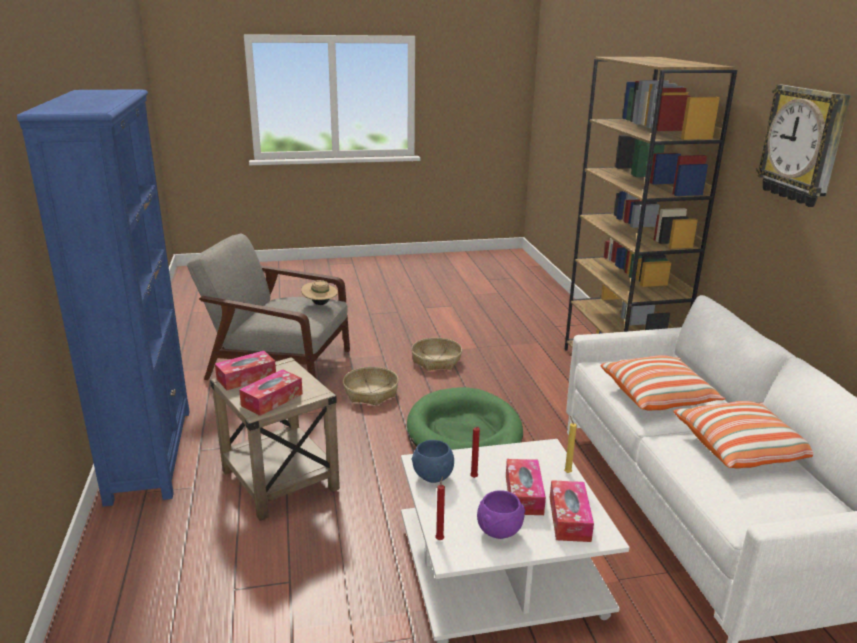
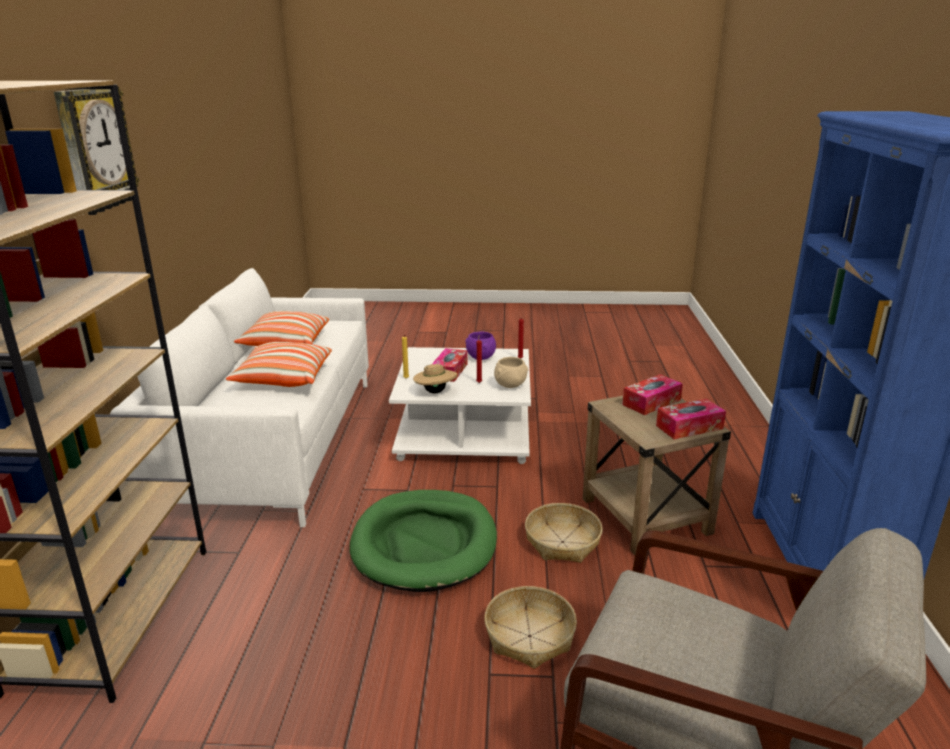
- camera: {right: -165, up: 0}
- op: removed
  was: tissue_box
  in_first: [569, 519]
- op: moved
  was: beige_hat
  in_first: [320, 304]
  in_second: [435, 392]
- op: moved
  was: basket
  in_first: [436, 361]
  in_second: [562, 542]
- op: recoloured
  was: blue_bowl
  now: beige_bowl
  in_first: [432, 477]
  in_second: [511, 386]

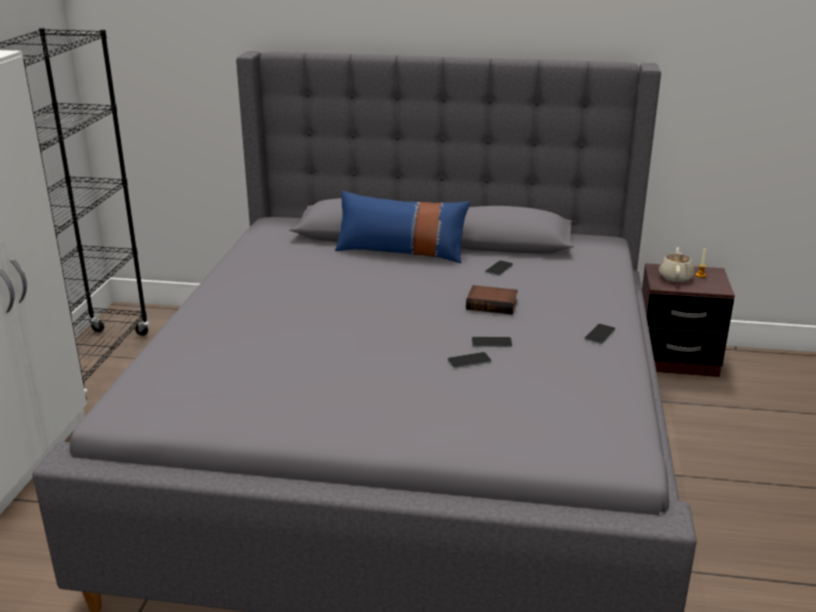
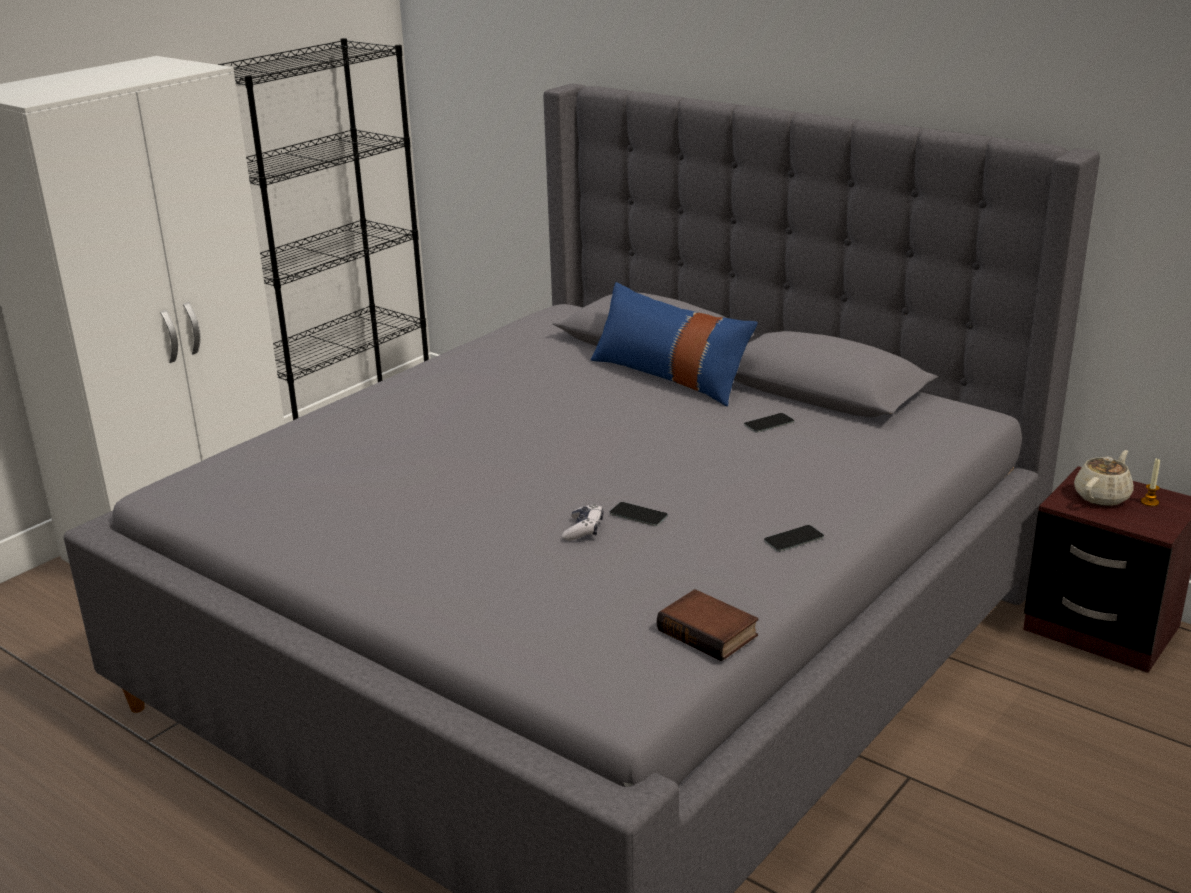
- camera: {right: 30, up: 0}
- op: moved
  was: book
  in_first: [492, 304]
  in_second: [710, 632]
- op: replaced
  was: phone
  now: game_controller
  in_first: [469, 360]
  in_second: [583, 530]

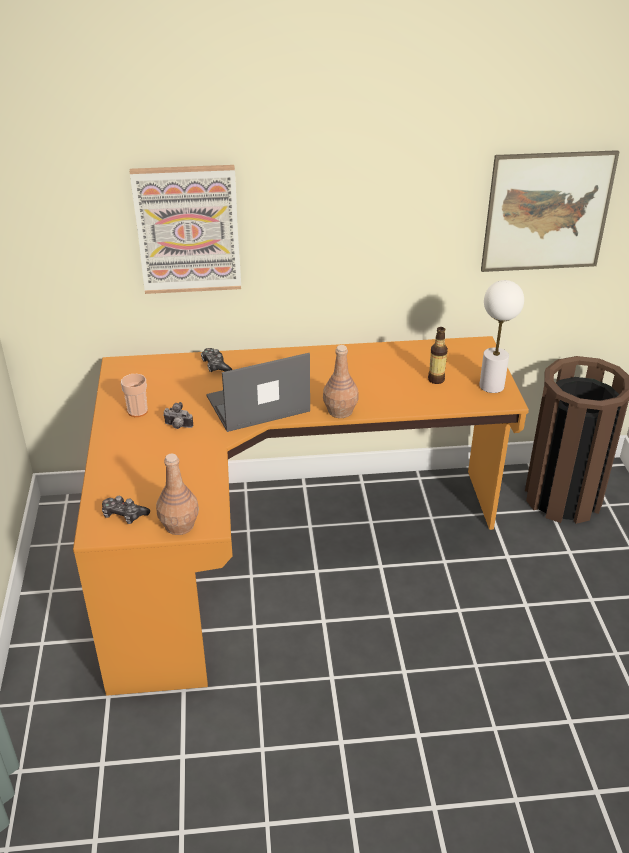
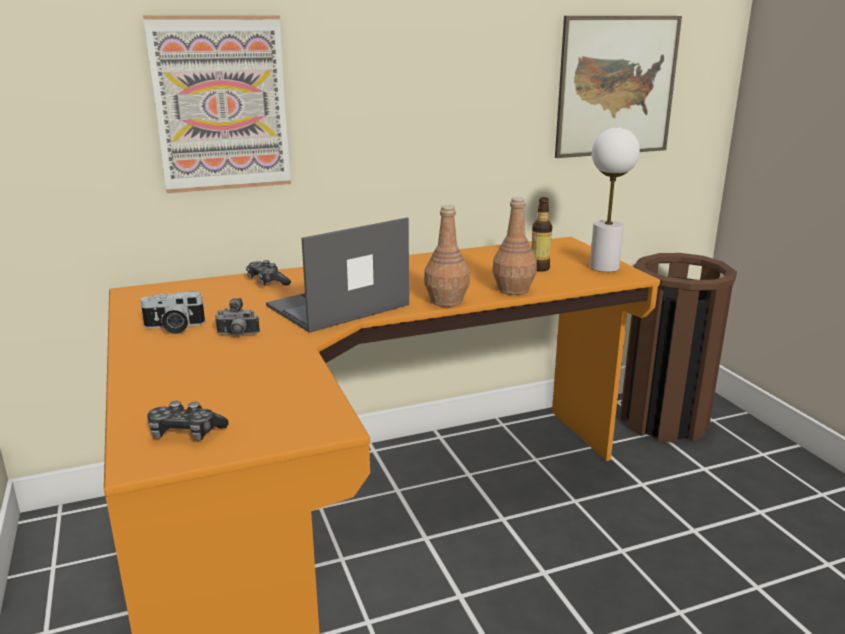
- camera: {right: -15, up: -15}
- op: moved
  was: brown_bottle
  in_first: [179, 525]
  in_second: [512, 290]
- op: replaced
  was: cup
  now: photo_camera
  in_first: [137, 411]
  in_second: [174, 327]

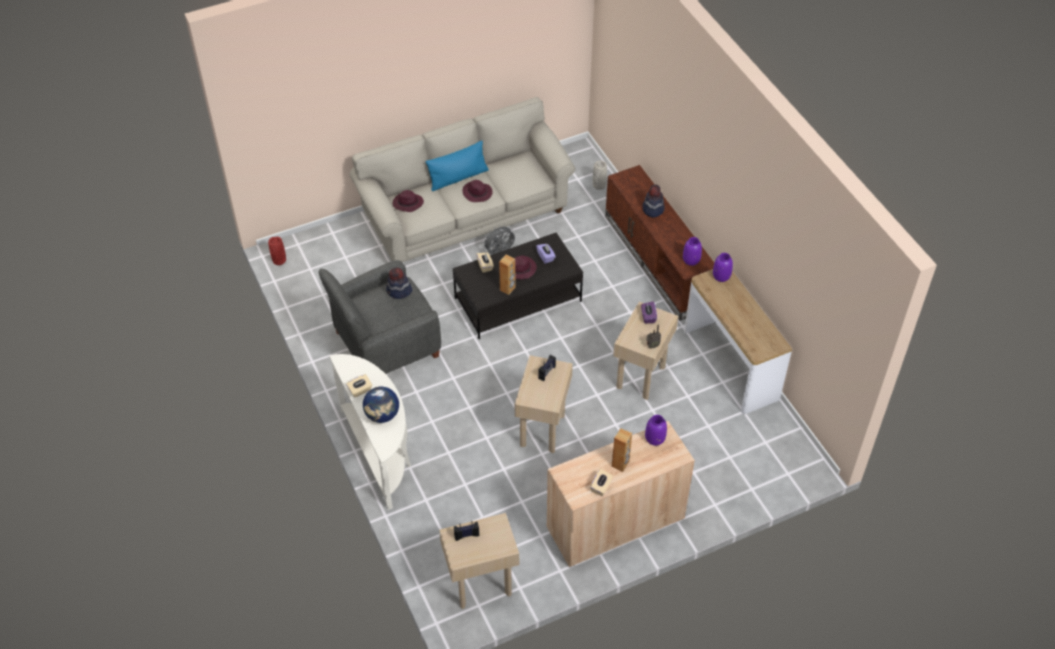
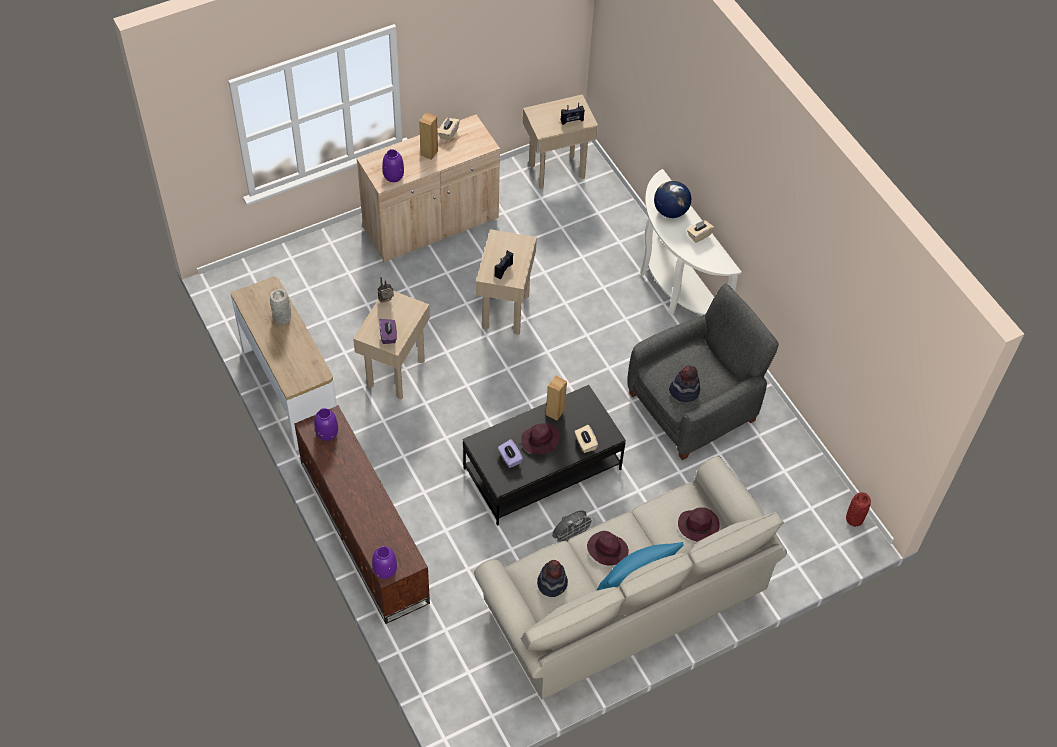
- camera: {right: 175, up: 5}
- op: moved
  was: grey_vase
  in_first: [599, 185]
  in_second: [282, 317]
- op: moved
  was: hat
  in_first: [653, 209]
  in_second: [552, 583]
- op: moved
  was: purple_vase
  in_first: [721, 276]
  in_second: [385, 570]

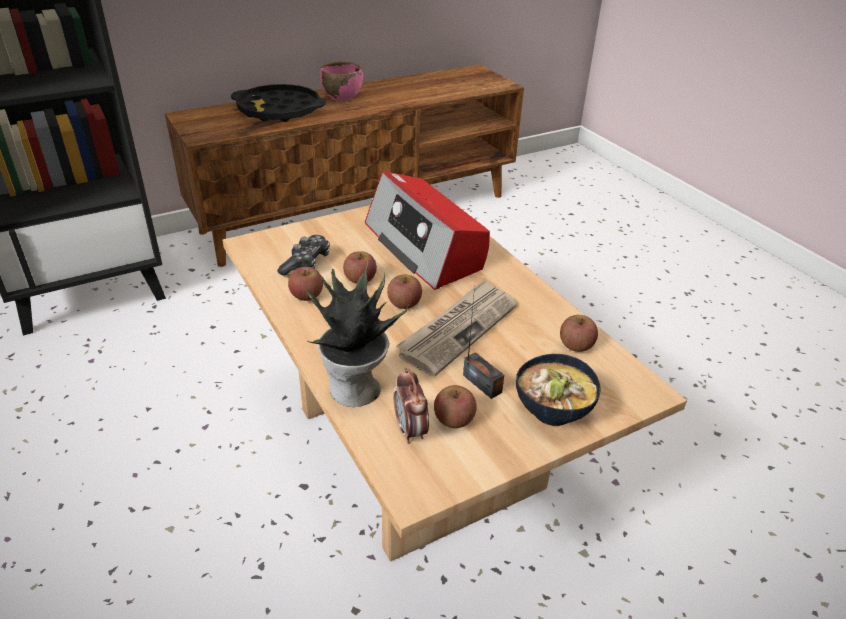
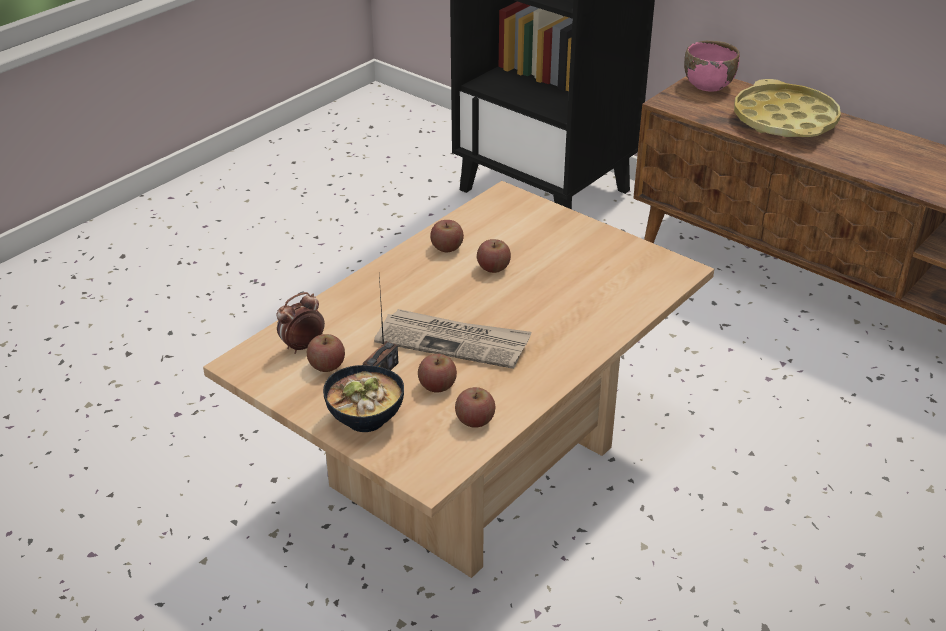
- camera: {right: 70, up: 0}
- op: removed
  was: game_controller
  in_first: [306, 263]
- op: removed
  was: potted_plant
  in_first: [355, 391]
- op: removed
  was: radio
  in_first: [424, 247]
- op: moved
  was: pink_bowl
  in_first: [341, 96]
  in_second: [708, 84]
- op: moved
  was: apple
  in_first: [404, 303]
  in_second: [437, 386]
- op: recoloured
  was: black_tray
  now: yellow_tray
  in_first: [279, 110]
  in_second: [784, 120]

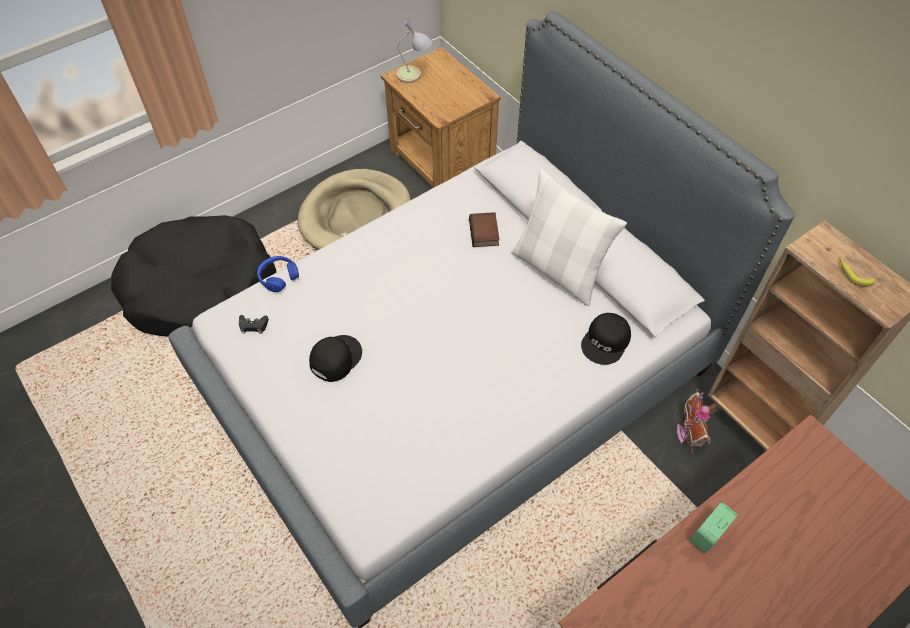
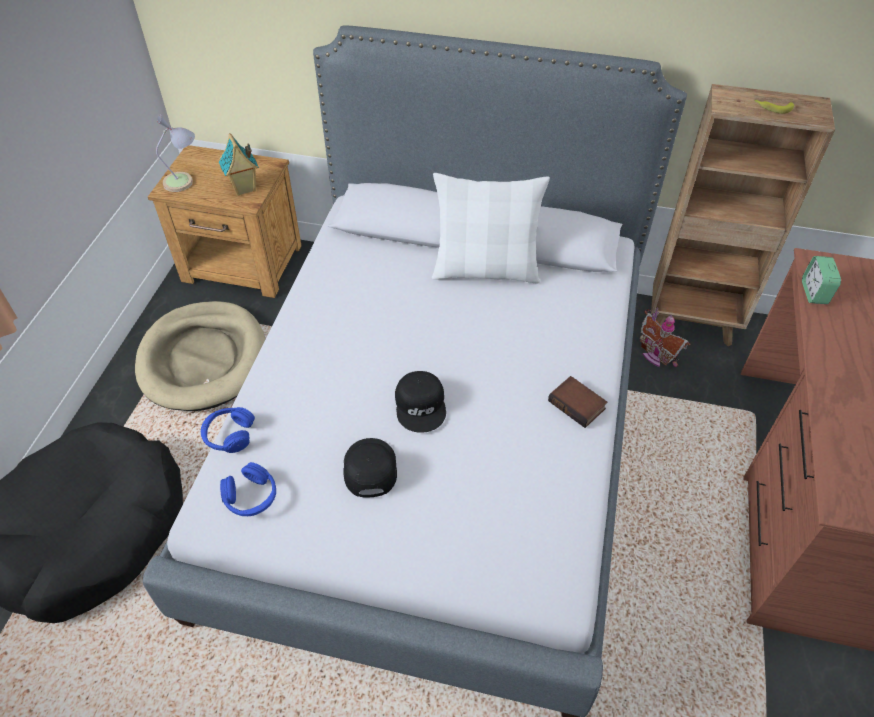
- camera: {right: -40, up: -5}
- op: added
  now: toy_house
  in_second: [244, 189]
- op: moved
  was: book
  in_first: [485, 233]
  in_second: [578, 404]
- op: moved
  was: black_cap
  in_first: [606, 342]
  in_second: [421, 405]
- op: moved
  was: alarm_clock
  in_first: [708, 534]
  in_second: [814, 293]
- op: replaced
  was: black_game_controller
  now: blue_headphones
  in_first: [253, 326]
  in_second: [251, 497]

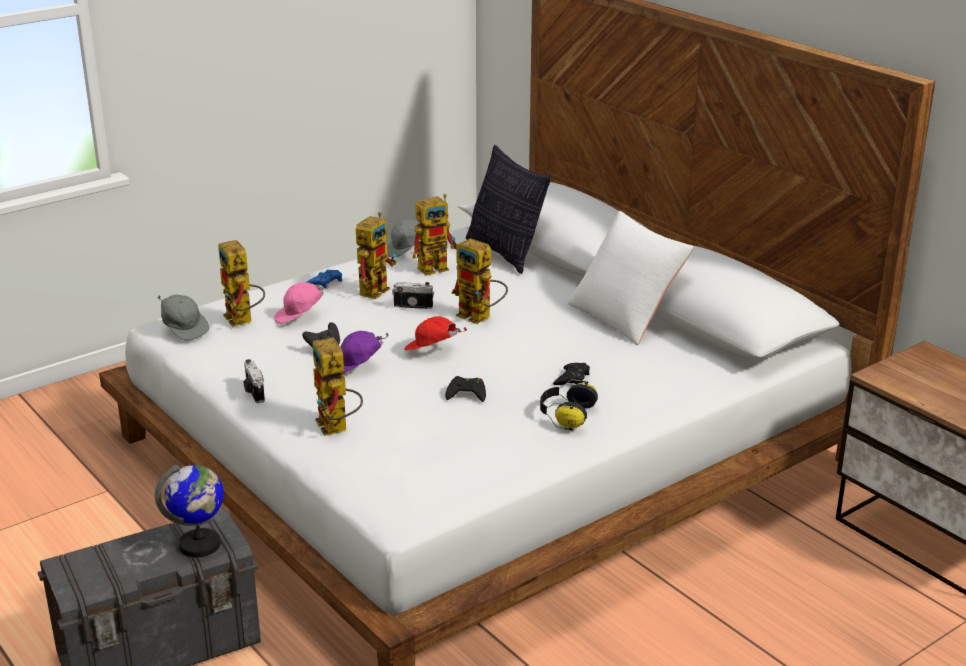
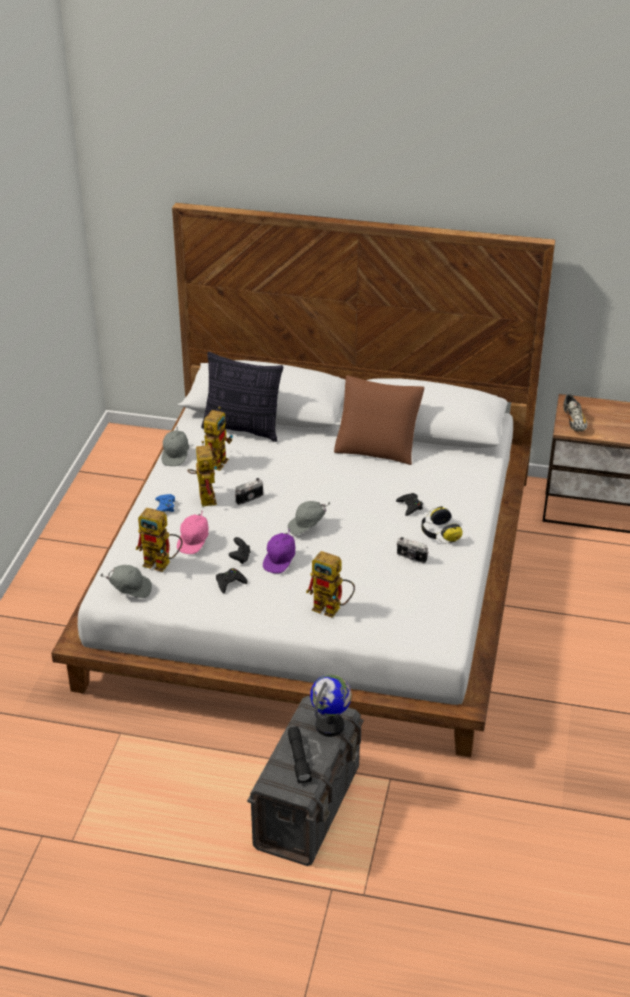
- camera: {right: -40, up: 10}
- op: removed
  was: toy_robot
  in_first: [480, 317]
- op: added
  now: black_flashlight
  in_second: [299, 760]
- op: added
  now: shoe
  in_second: [574, 422]
- op: moved
  was: photo_camera
  in_first: [254, 392]
  in_second: [411, 557]
- op: moved
  was: black_game_controller
  in_first: [466, 394]
  in_second: [230, 583]
- op: recoloured
  was: red_cap
  now: grey_cap
  in_first: [432, 350]
  in_second: [307, 526]
- op: recoloured
  was: white_pillow
  now: brown_pillow
  in_first: [626, 316]
  in_second: [377, 446]

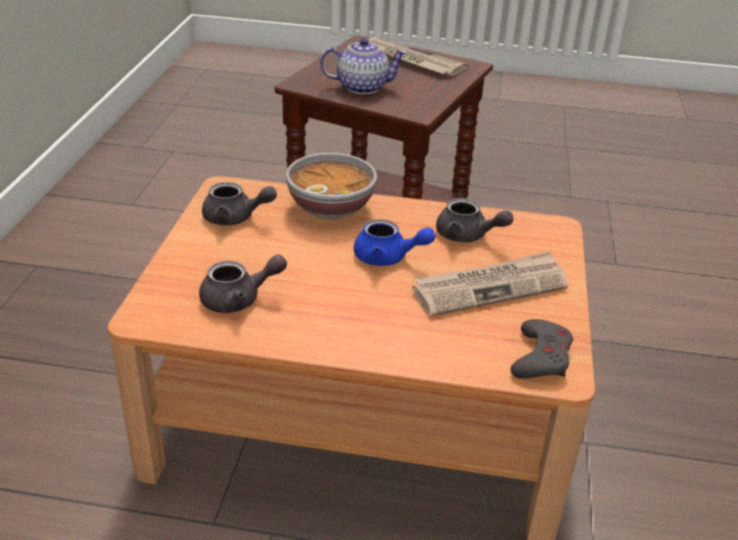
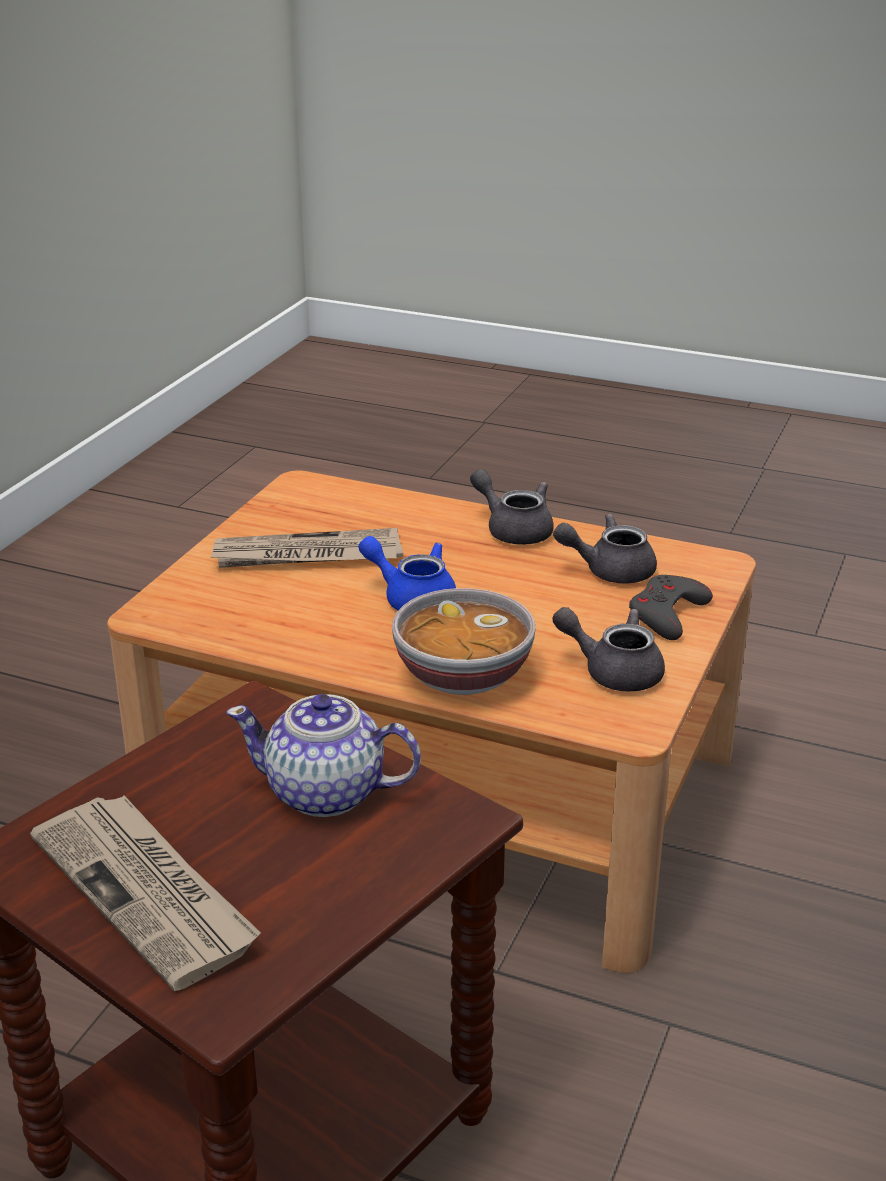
- camera: {right: -165, up: -5}
- op: moved
  was: grey_teapot
  in_first: [467, 236]
  in_second: [513, 529]
- op: moved
  was: grey_game_controller
  in_first: [541, 357]
  in_second: [667, 614]

